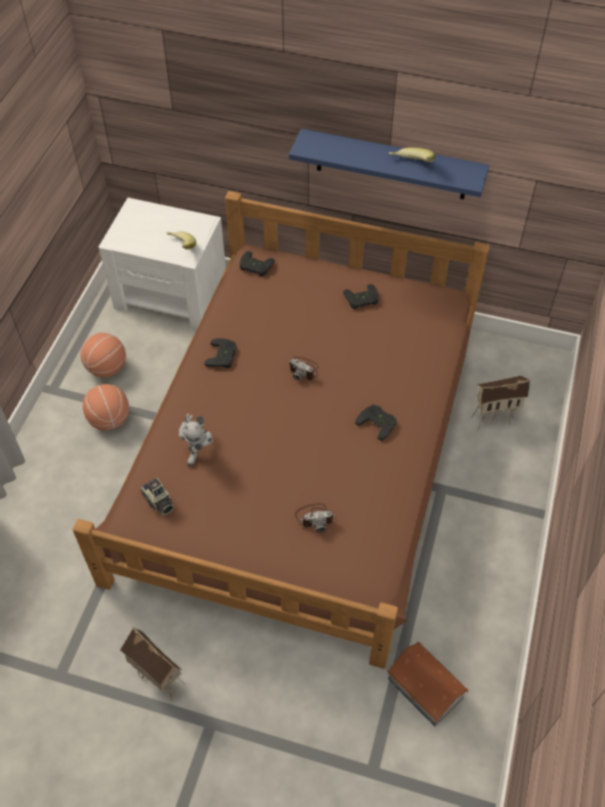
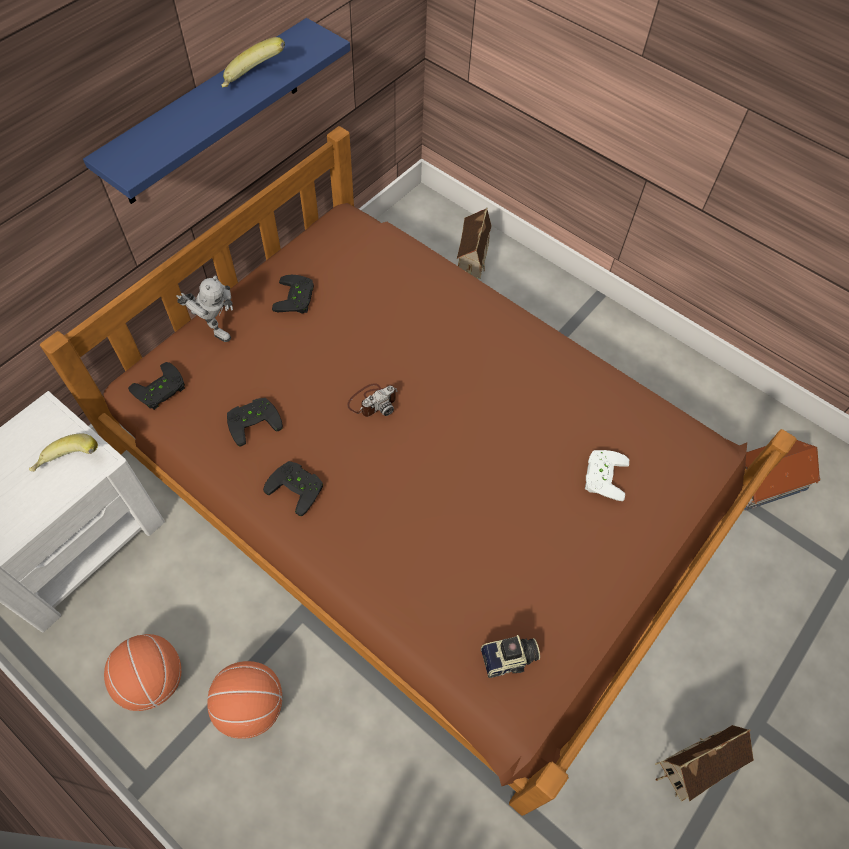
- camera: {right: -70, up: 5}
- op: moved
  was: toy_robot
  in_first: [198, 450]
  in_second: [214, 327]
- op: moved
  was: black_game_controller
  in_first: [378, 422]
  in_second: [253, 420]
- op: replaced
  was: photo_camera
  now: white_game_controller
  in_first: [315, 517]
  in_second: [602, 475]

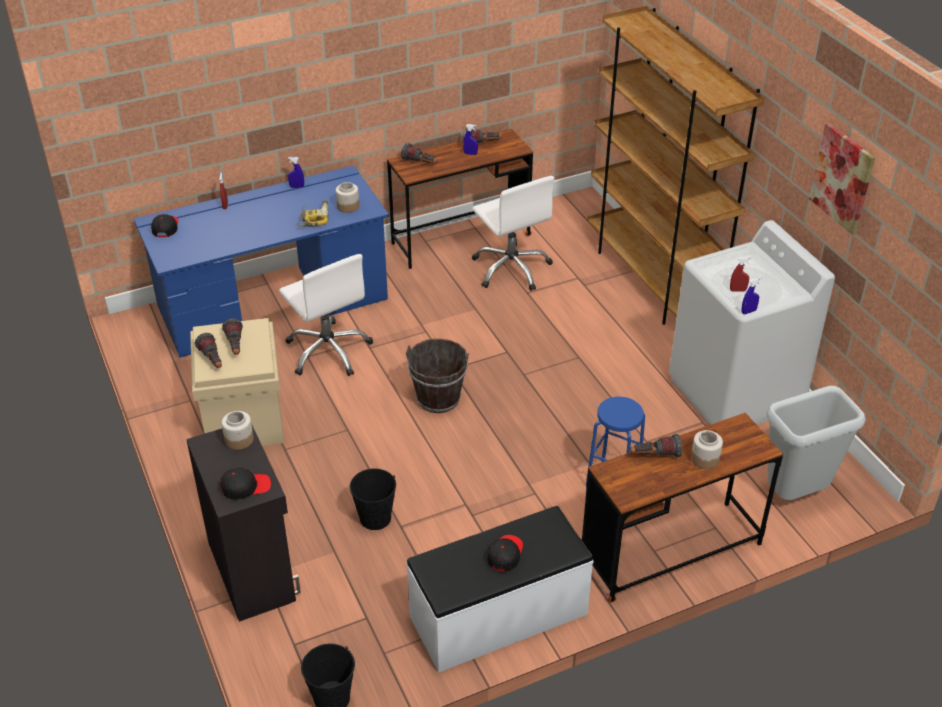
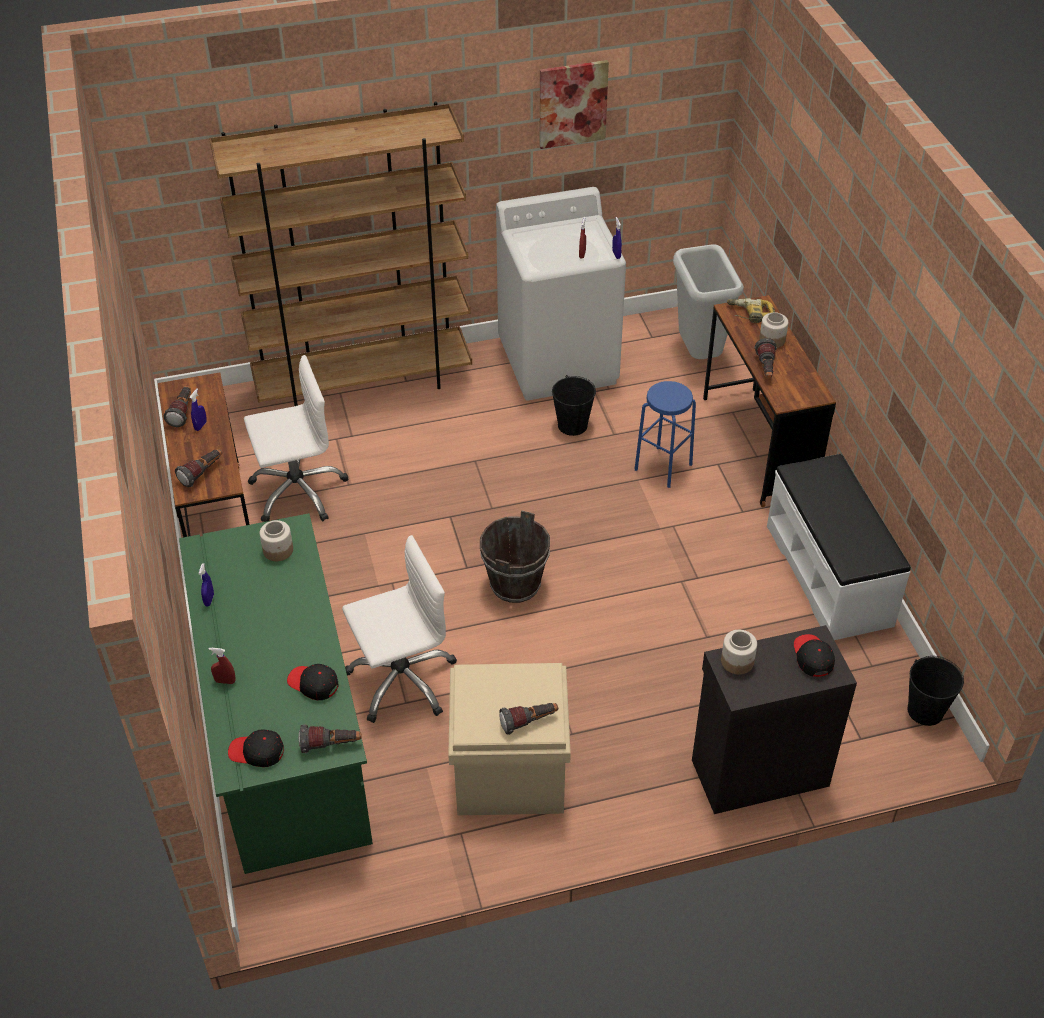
- camera: {right: -80, up: 5}
- op: moved
  was: flashlight
  in_first: [235, 346]
  in_second: [331, 745]
- op: moved
  was: power_drill
  in_first: [314, 218]
  in_second: [751, 315]
- op: moved
  was: black_bucket
  in_first: [375, 518]
  in_second: [572, 425]
- op: moved
  was: black_cap
  in_first: [505, 554]
  in_second: [313, 684]
- op: recoloured
  was: blue_desk
  now: green_desk
  in_first: [273, 303]
  in_second: [284, 734]

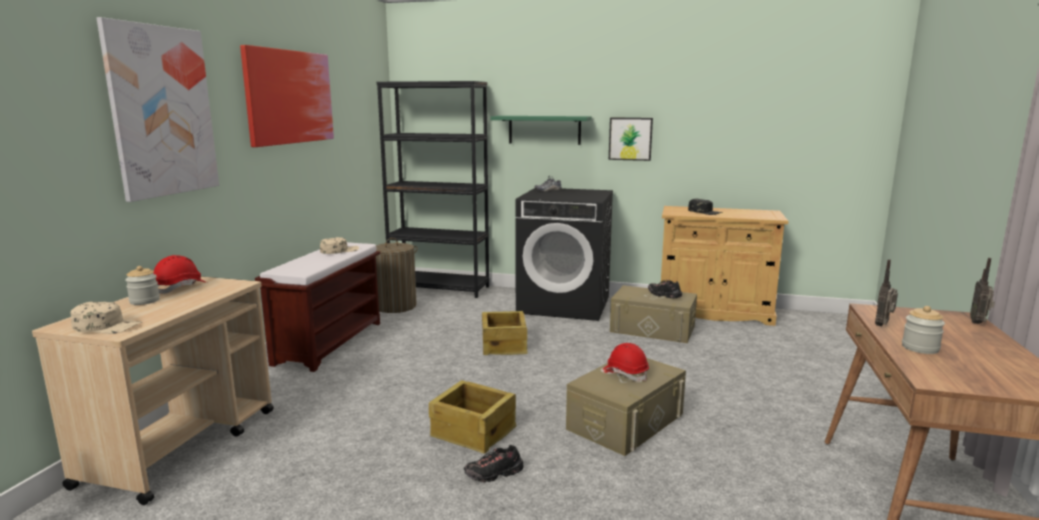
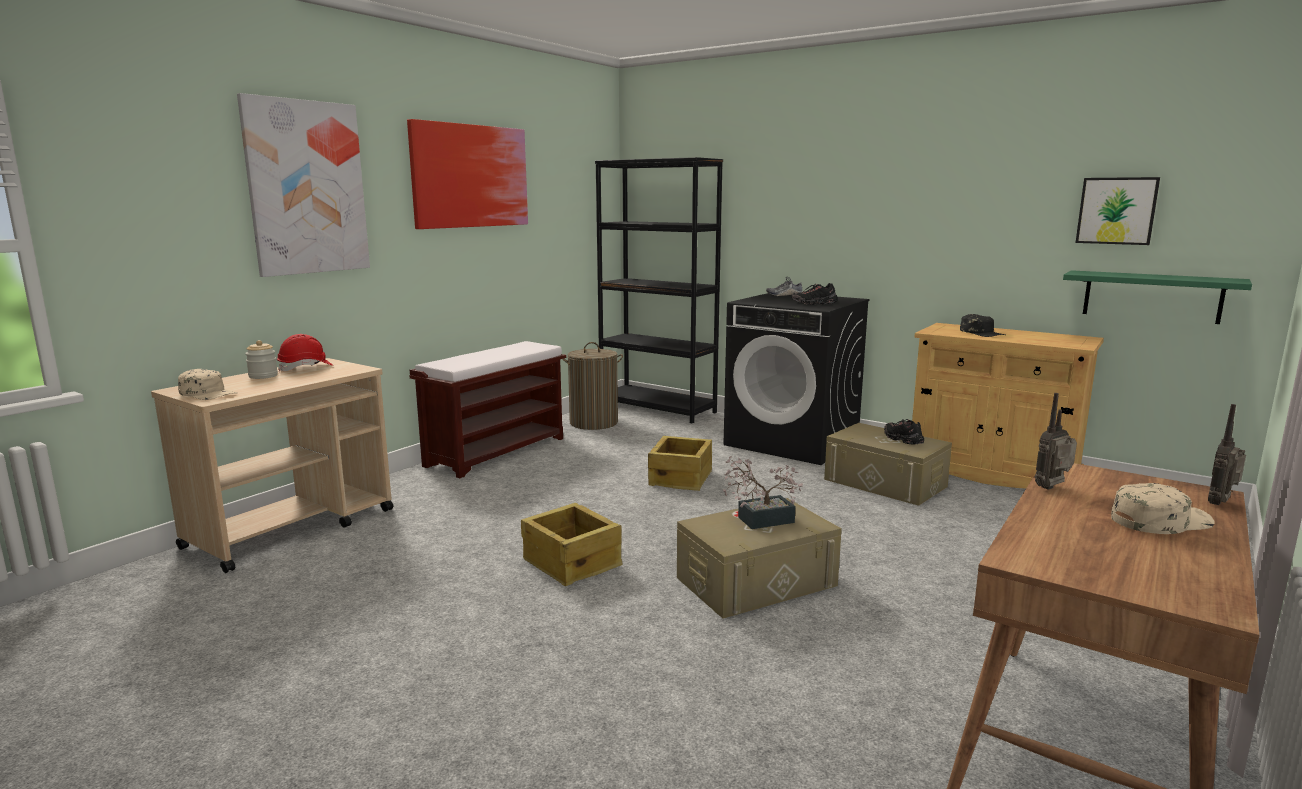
- camera: {right: 20, up: 0}
- op: removed
  was: jar
  in_first: [920, 348]
- op: moved
  was: beige_cap
  in_first: [339, 250]
  in_second: [1159, 520]
- op: moved
  was: black_shoe
  in_first: [494, 474]
  in_second: [814, 303]
- op: moved
  was: green_shelf
  in_first: [544, 130]
  in_second: [1151, 296]
- op: moved
  was: picture
  in_first: [630, 138]
  in_second: [1116, 211]
- op: replaced
  was: red_hard_hat
  now: potted_plant
  in_first: [625, 373]
  in_second: [759, 520]

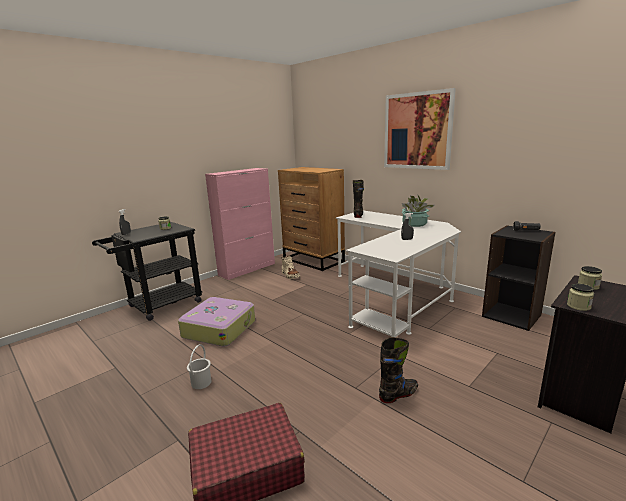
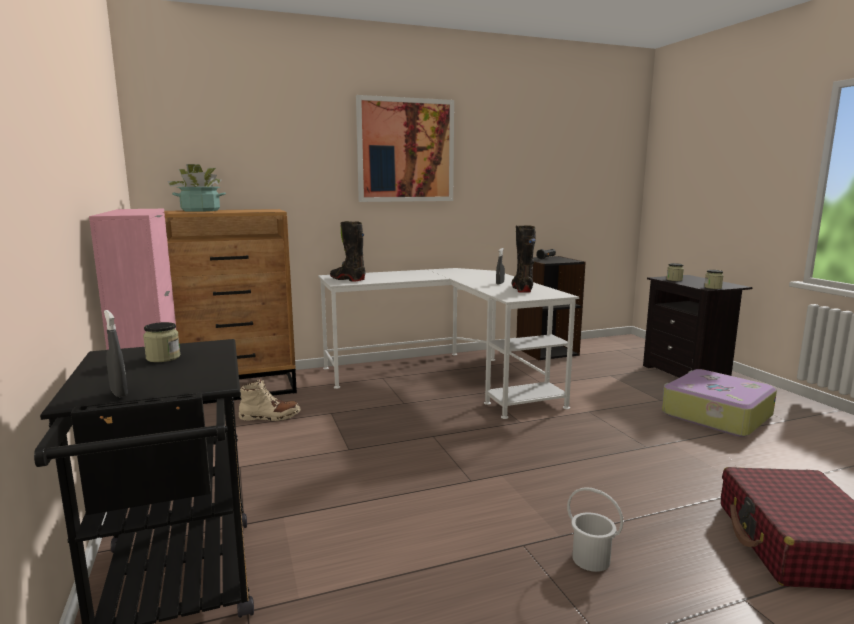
- camera: {right: -65, up: -5}
- op: moved
  was: suitcase
  in_first: [219, 329]
  in_second: [715, 415]
- op: moved
  was: black_boot
  in_first: [398, 394]
  in_second: [522, 289]
- op: moved
  was: potted_plant
  in_first: [414, 224]
  in_second: [200, 210]

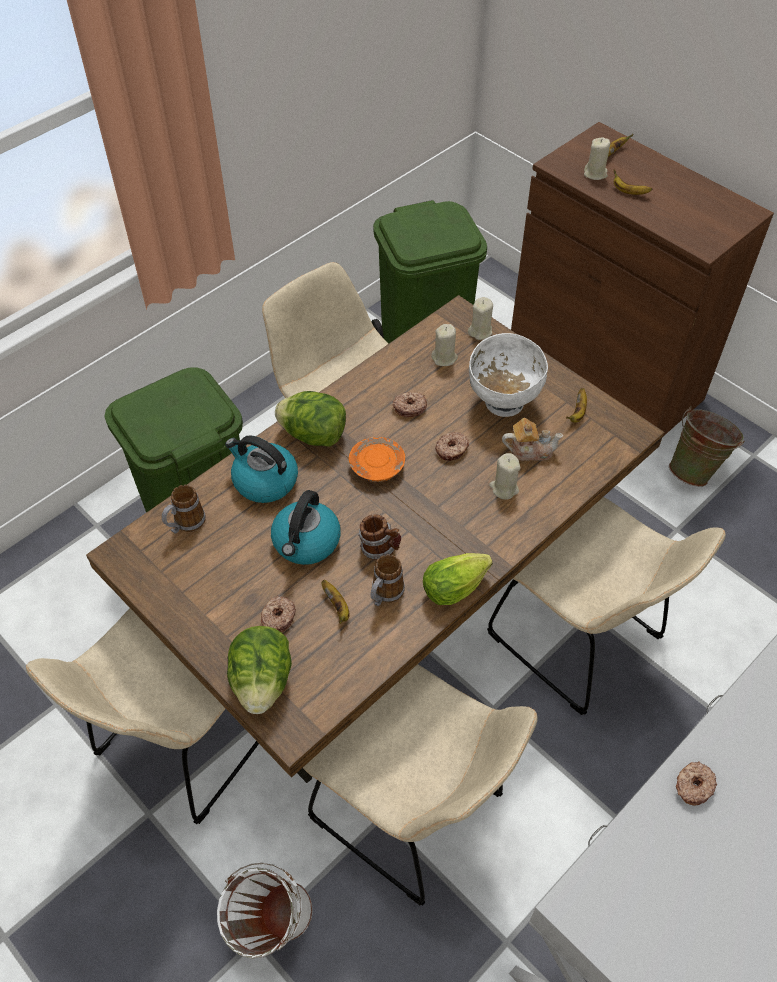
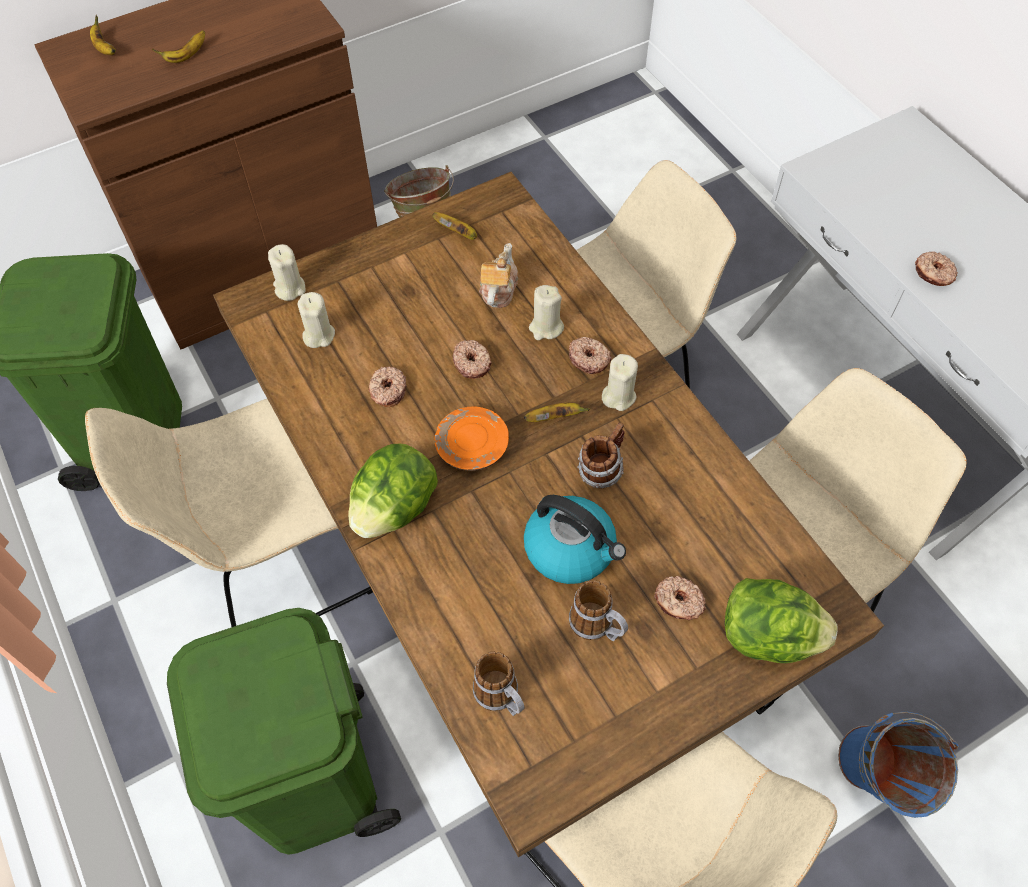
- camera: {right: -75, up: 5}
- op: removed
  was: kettle
  in_first: [264, 481]
- op: removed
  was: lettuce
  in_first: [457, 586]
- op: removed
  was: white_bowl
  in_first: [502, 402]
- op: added
  now: donut
  in_second: [589, 359]
- op: moved
  was: banana
  in_first: [337, 607]
  in_second: [554, 417]
- op: moved
  was: mug
  in_first: [384, 595]
  in_second: [597, 627]
- op: moved
  was: beige_candle
  in_first: [595, 173]
  in_second: [618, 396]
- op: recoloured
  was: white_bucket
  now: blue_bucket
  in_first: [269, 927]
  in_second: [877, 783]

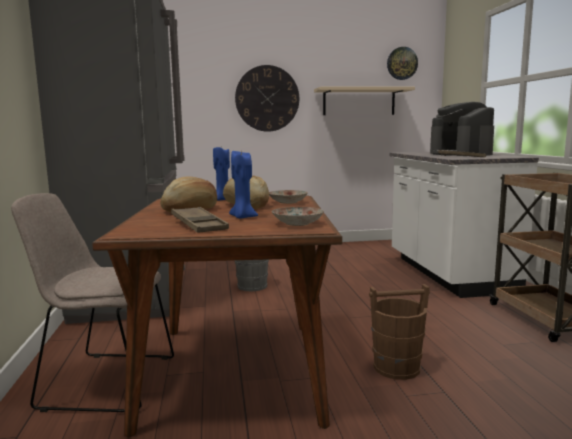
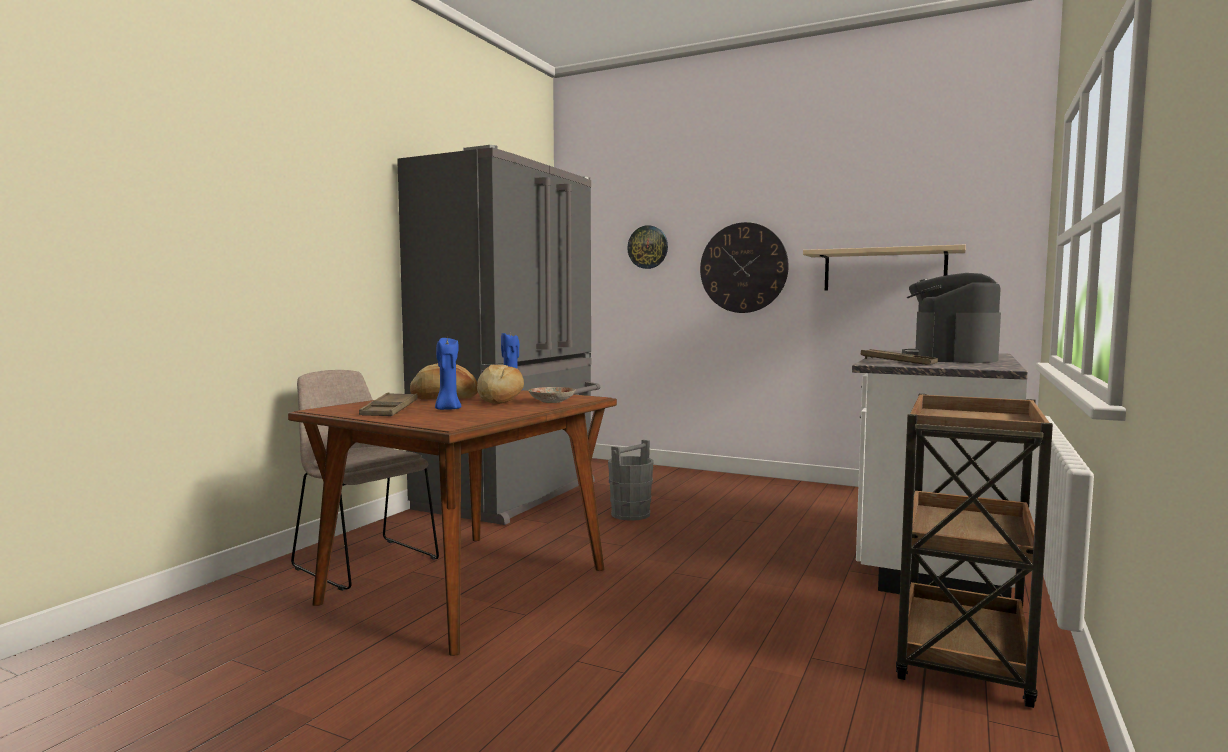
- camera: {right: 35, up: -5}
- op: removed
  was: plate
  in_first: [298, 223]
- op: removed
  was: brown_bucket
  in_first: [397, 367]
- op: moved
  was: wall_clock
  in_first: [402, 63]
  in_second: [648, 247]

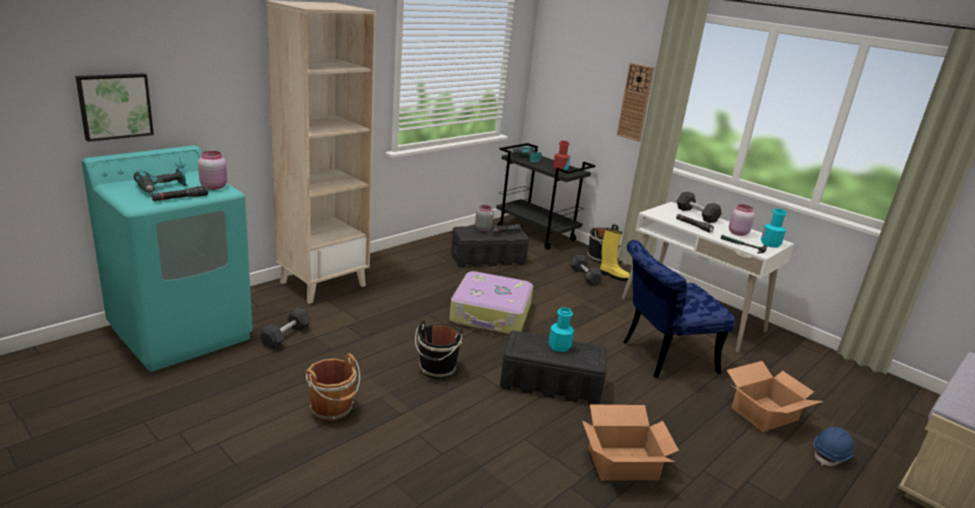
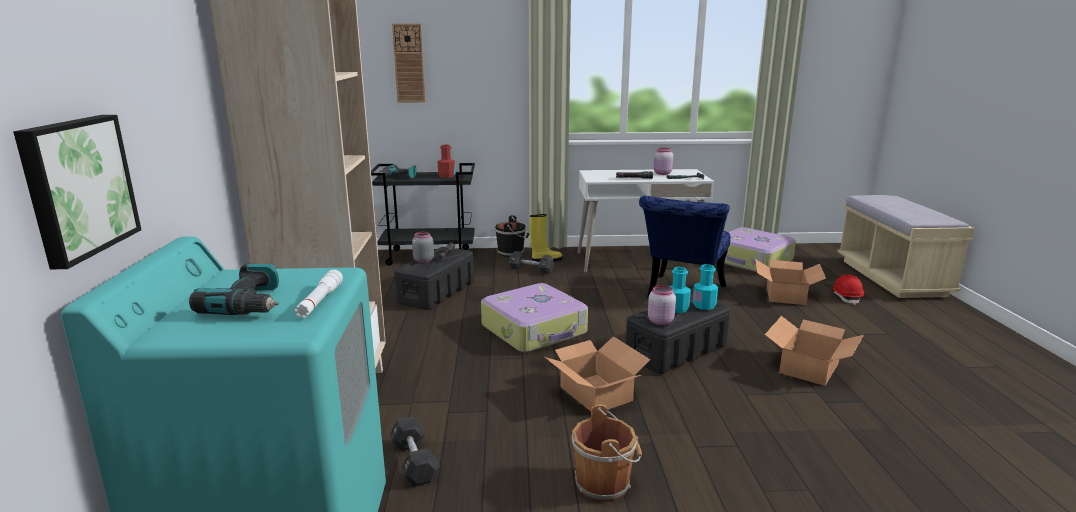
- camera: {right: -45, up: -5}
- op: removed
  was: black_dumbbell
  in_first: [696, 215]
- op: added
  now: suitcase
  in_second: [752, 261]
- op: moved
  was: pink_jar
  in_first: [214, 186]
  in_second: [660, 321]
- op: moved
  was: wall_clock
  in_first: [635, 102]
  in_second: [409, 63]
- op: moved
  was: turquoise_bottle
  in_first: [770, 244]
  in_second: [704, 305]
- op: replaced
  was: black_bucket
  now: cardboard_box
  in_first: [437, 369]
  in_second: [596, 393]
- op: recoloured
  was: black_flashlight
  now: white_flashlight
  in_first: [180, 198]
  in_second: [320, 301]
- op: recoloured
  was: blue_hard_hat
  now: red_hard_hat
  in_first: [831, 455]
  in_second: [846, 297]

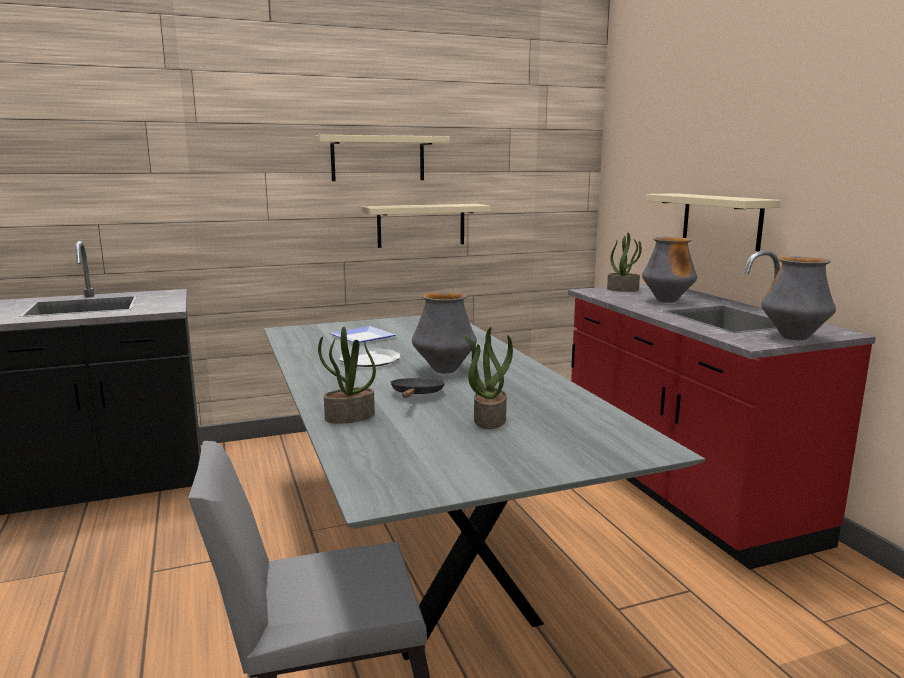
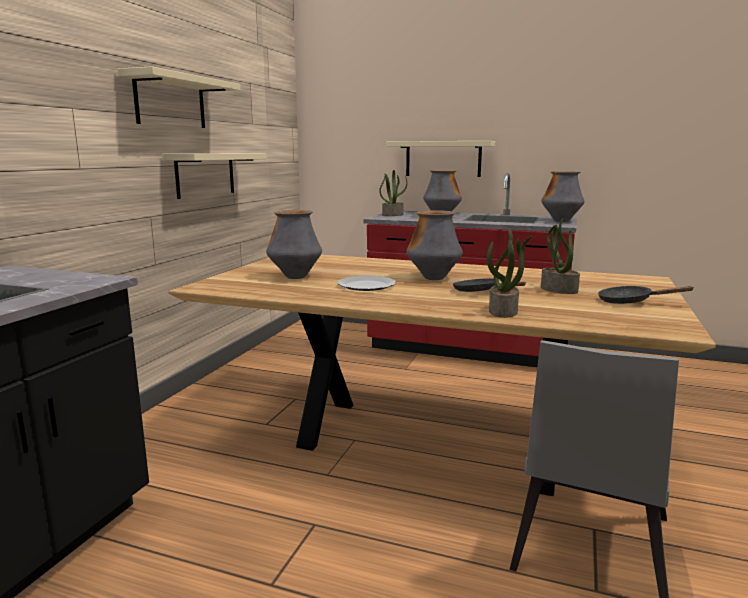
- camera: {right: -50, up: 0}
- op: added
  now: black_frying_pan
  in_second: [630, 302]
- op: replaced
  was: plate
  now: vase
  in_first: [362, 338]
  in_second: [295, 277]
- op: recoloured
  was: grey_dining_table
  now: brown_dining_table
  in_first: [423, 552]
  in_second: [427, 442]

